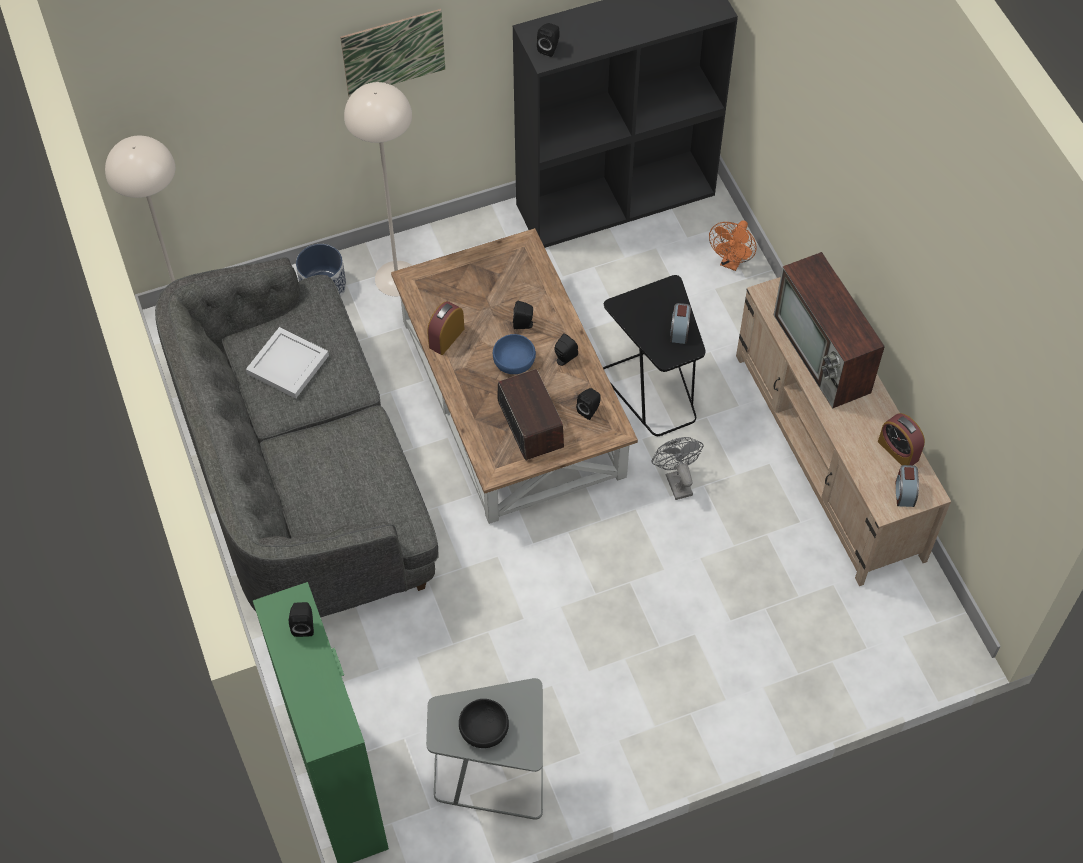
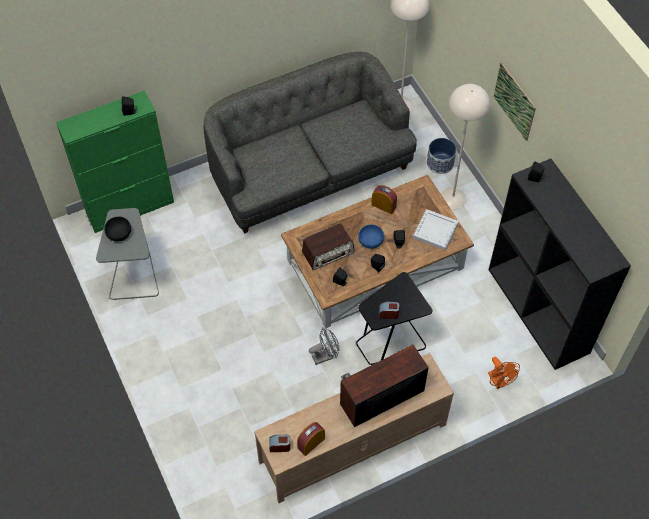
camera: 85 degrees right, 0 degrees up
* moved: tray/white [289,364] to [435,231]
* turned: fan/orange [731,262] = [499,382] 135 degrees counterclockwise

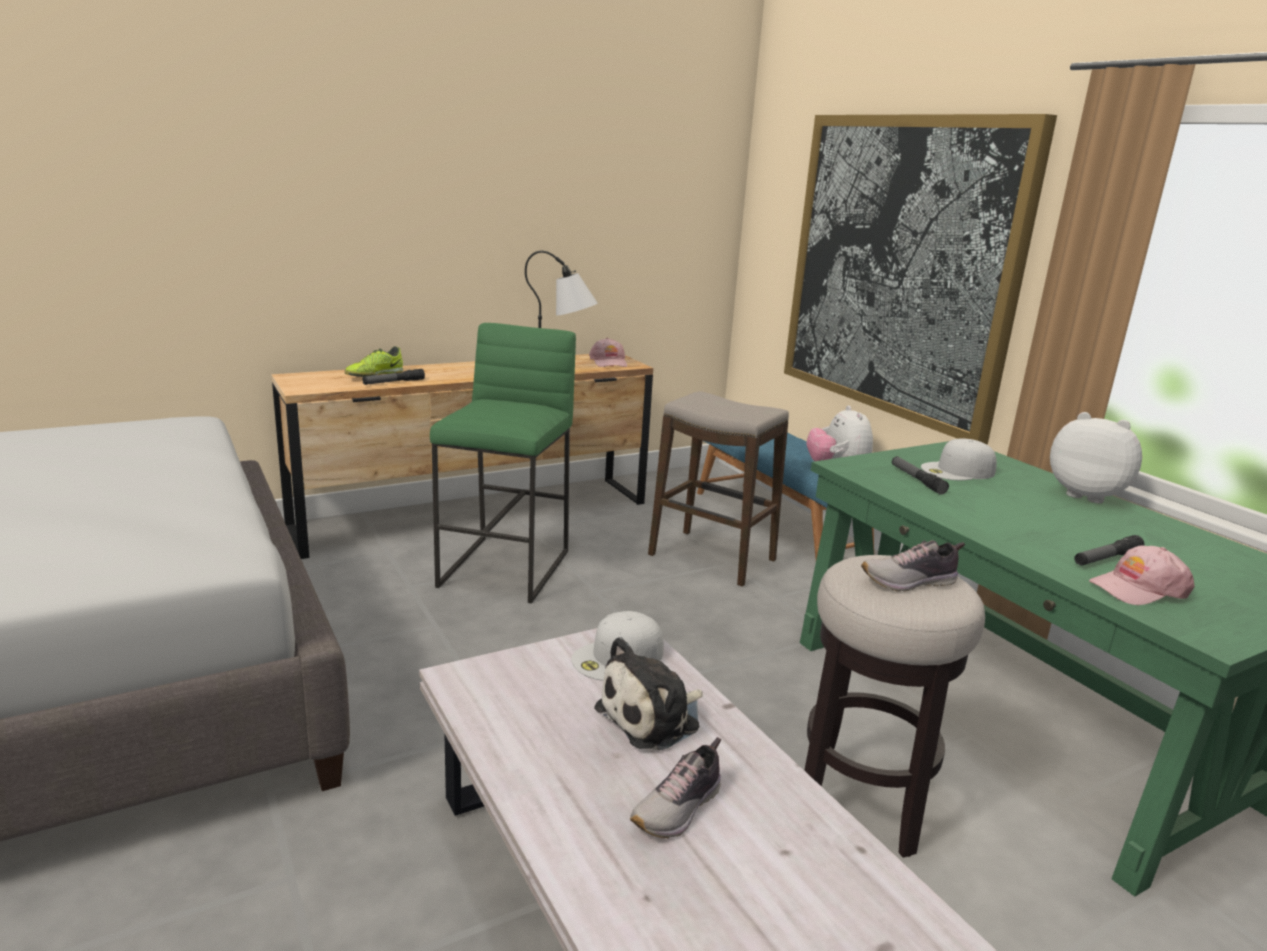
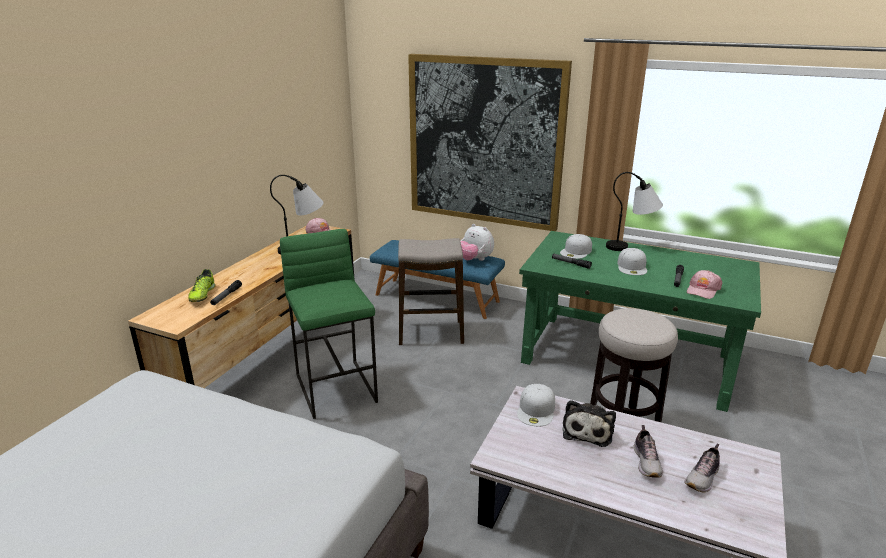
camera: 35 degrees left, 5 degrees up
* added: cap/white [632,267]
* moved: shoe [910,582] to [703,478]
* replaced: plush toy [1086,495] to table lamp [631,247]

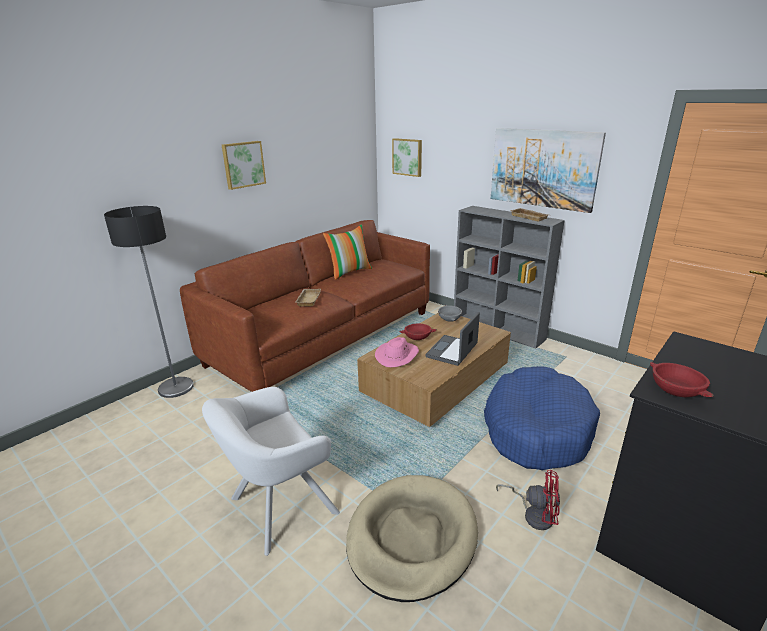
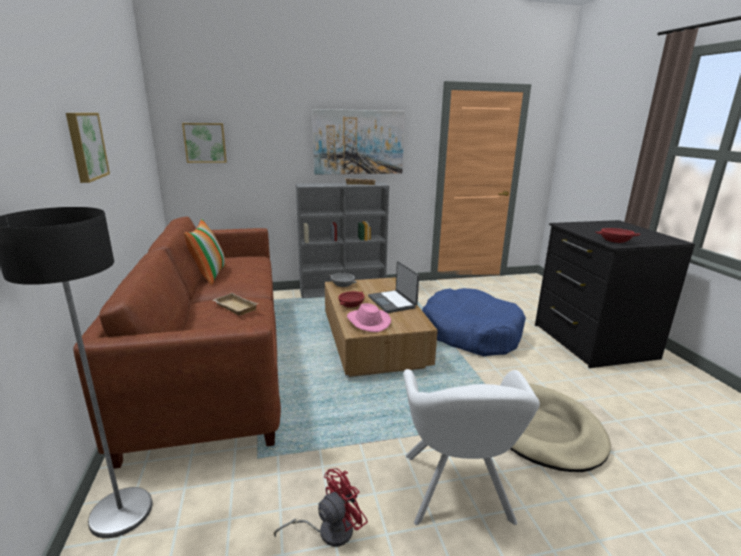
camera: 55 degrees left, 5 degrees down
* moved: fan/red [534,514] to [328,531]

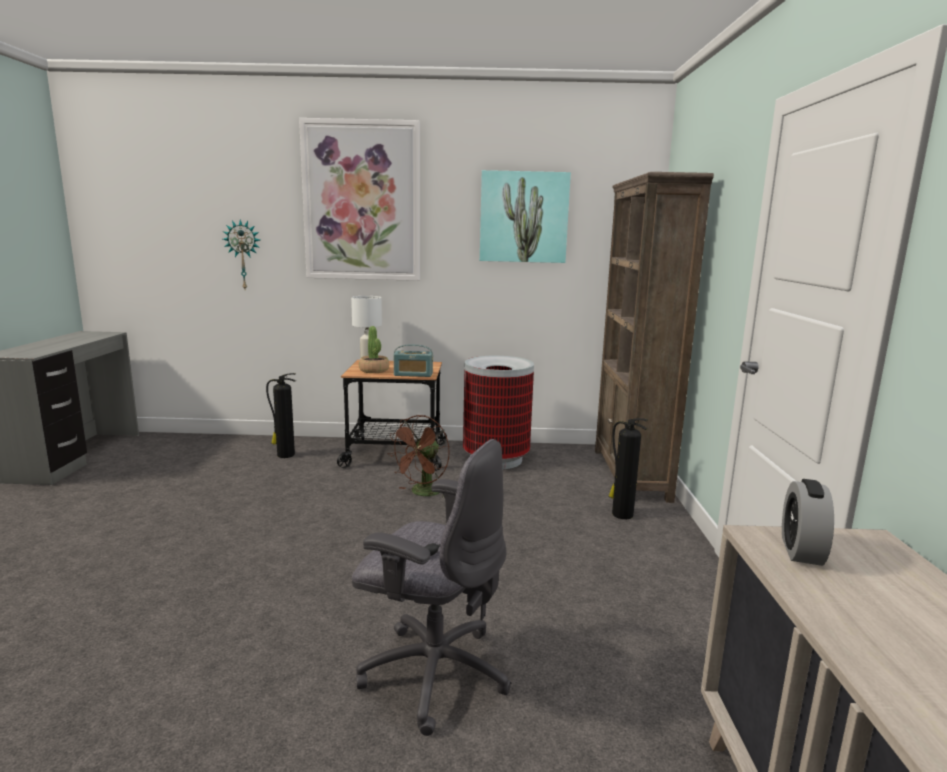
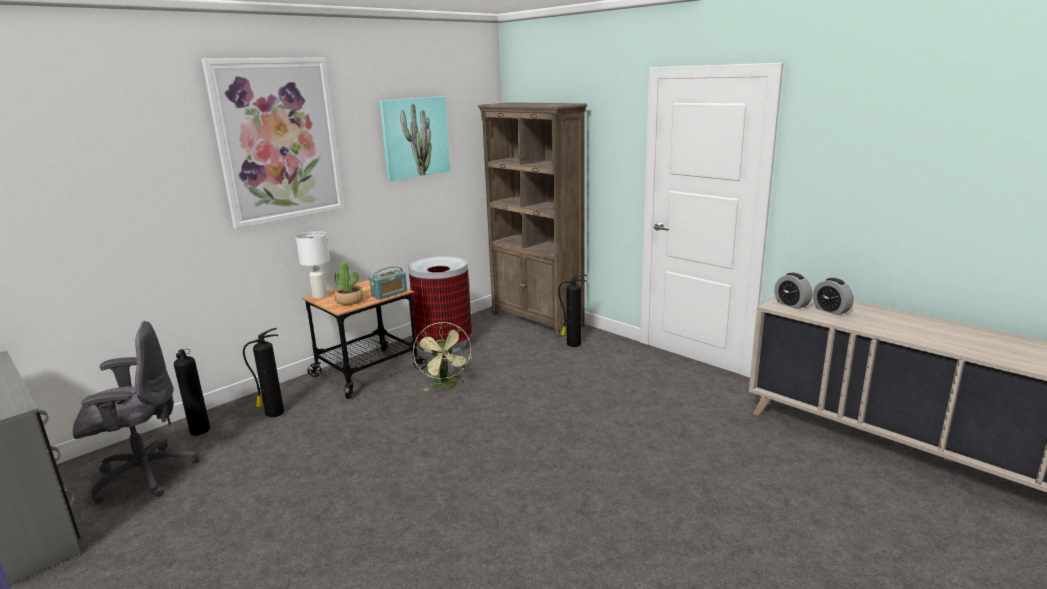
camera: 45 degrees left, 5 degrees up
* removed: wall clock [243,255]
* added: fire extinguisher [200,430]
* added: alarm clock [831,310]
* moved: office chair/grey [433,672] to [144,475]
* recoloured: fan/brown [423,493] to fan/green [446,386]

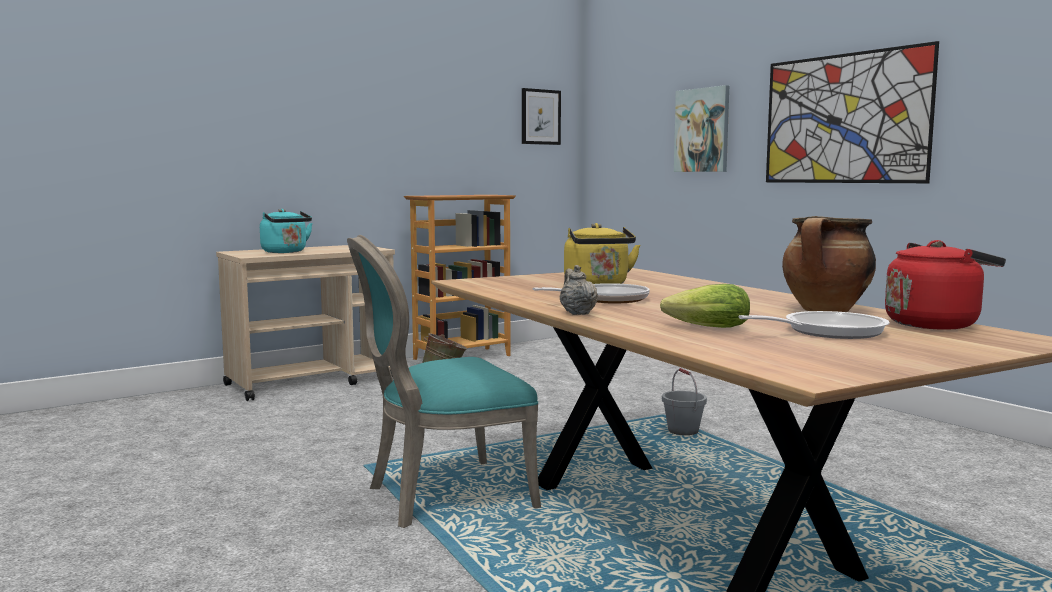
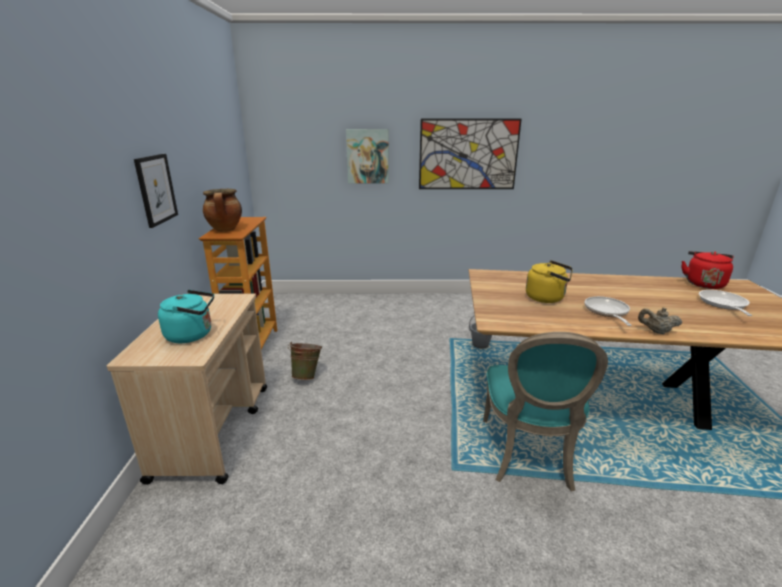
camera: 55 degrees left, 15 degrees up
* removed: lettuce [703,327]
* moved: picture [540,117] to [156,189]
* moved: cooking pot [826,311] to [226,230]

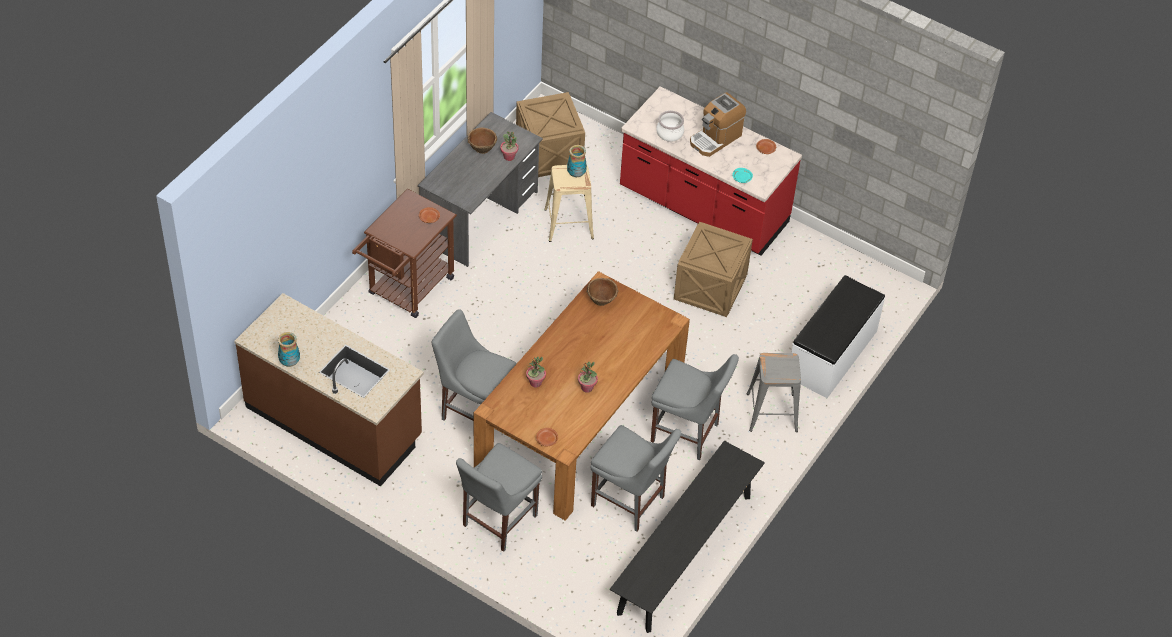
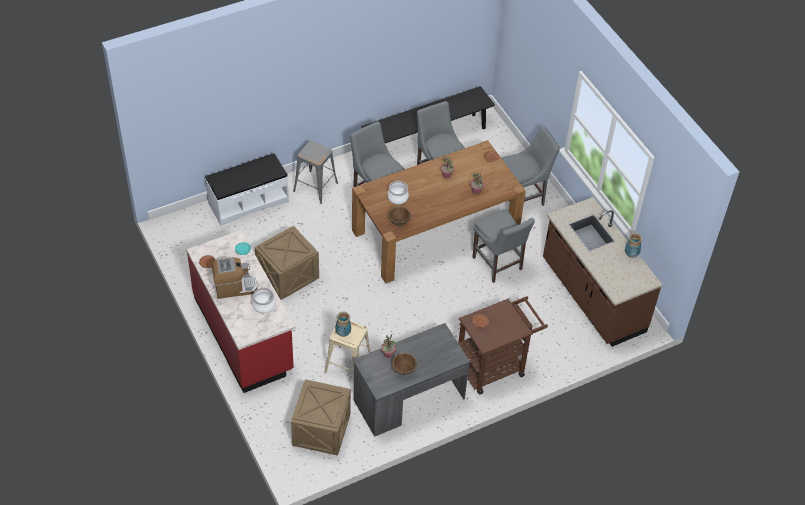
camera: 150 degrees left, 0 degrees up
* added: cooking pot [398,198]

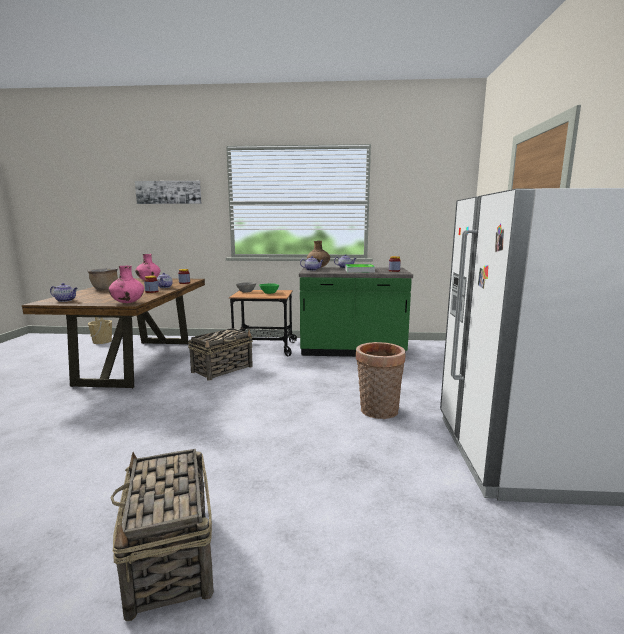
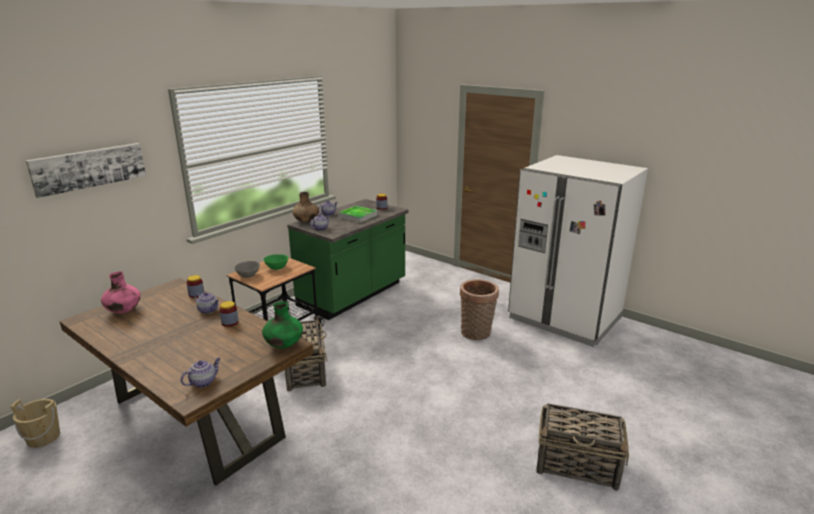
camera: 55 degrees left, 10 degrees up
* removed: cooking pot/brown [105,289]
* recoloured: vase/pink [127,302] to vase/green [284,345]

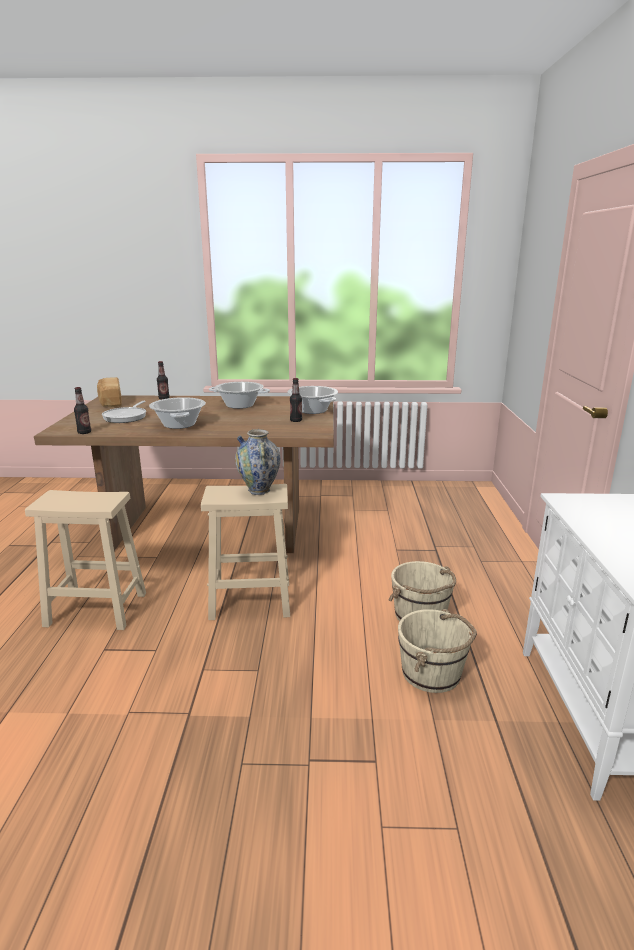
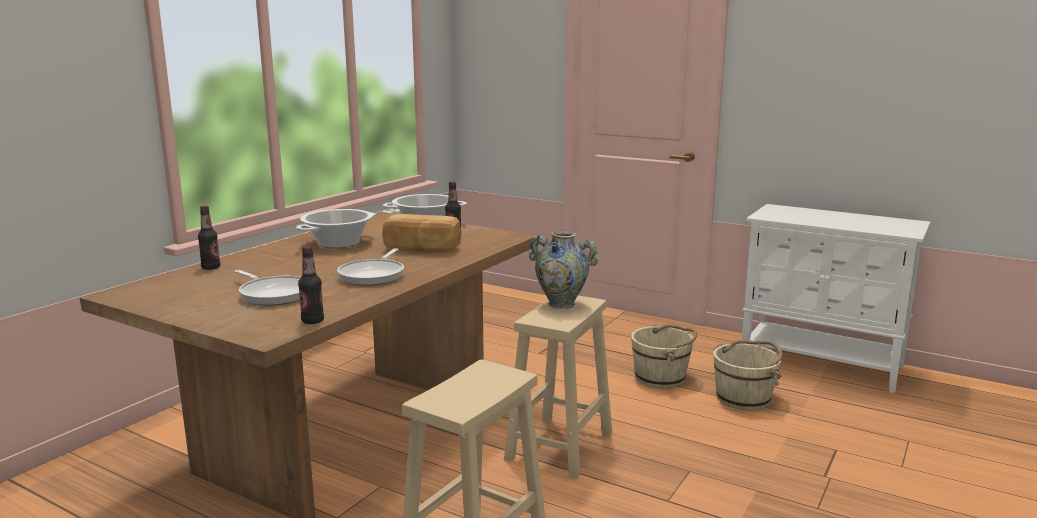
camera: 60 degrees left, 5 degrees down
* moved: bread [110,402] to [422,249]
* replaced: cooking pot [179,424] to frying pan [373,275]

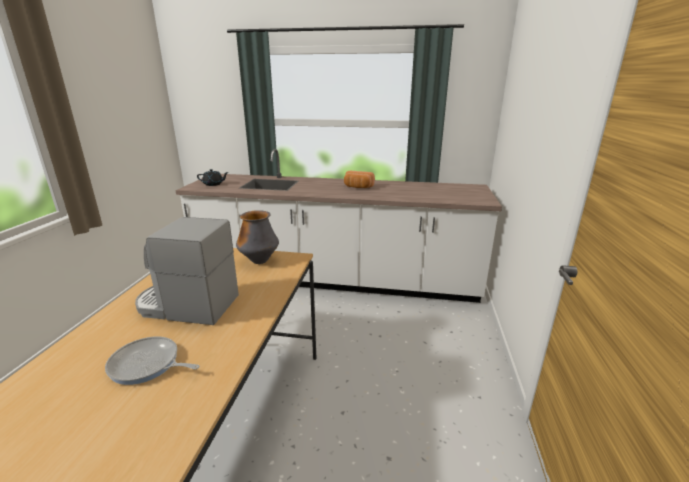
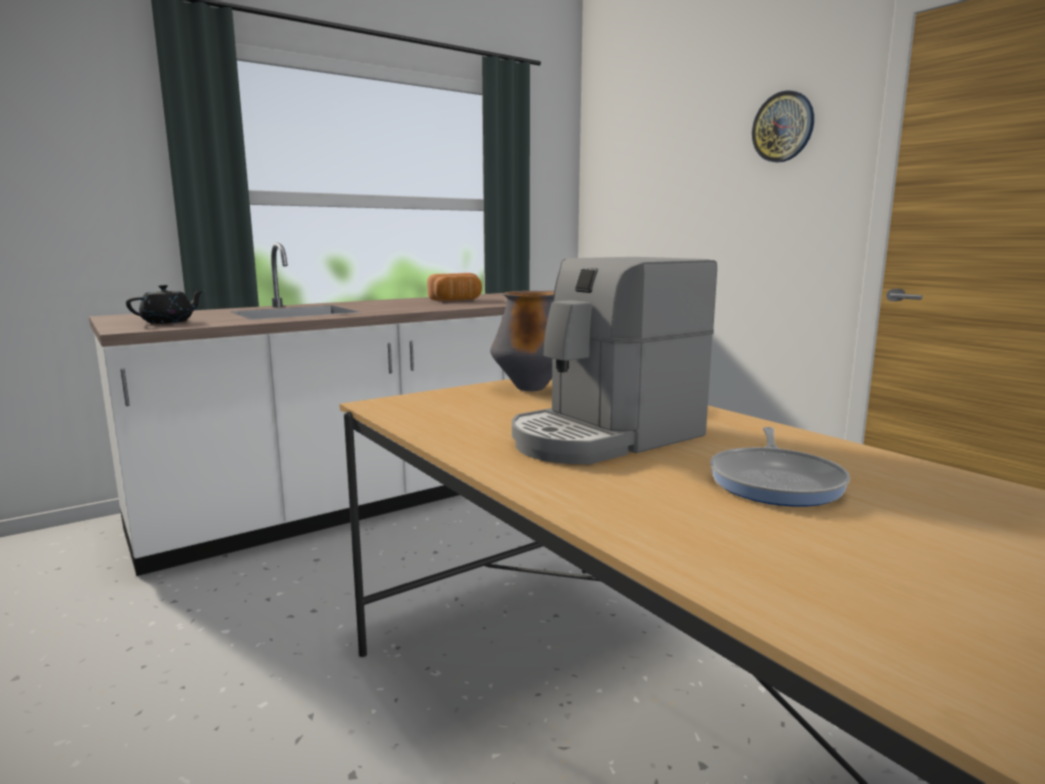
camera: 45 degrees left, 10 degrees down
* added: wall clock [783,127]
* turned: frying pan [147,365] = [776,481] 45 degrees counterclockwise

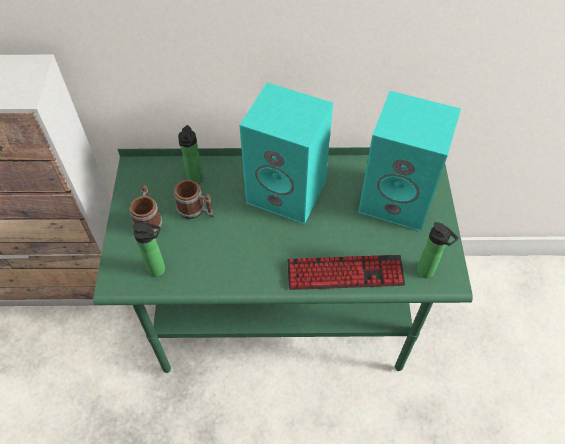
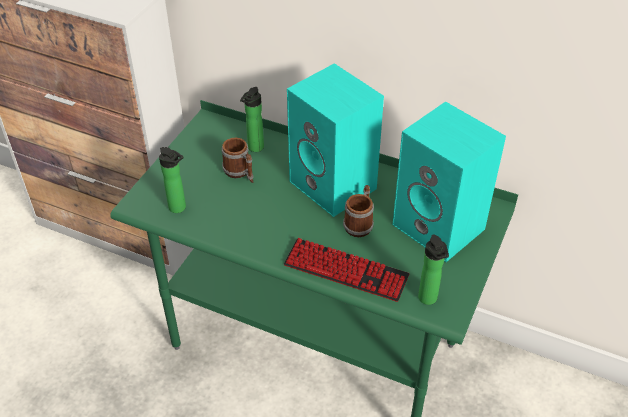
camera: 25 degrees right, 10 degrees down
* moved: mug [149,220] to [360,223]

